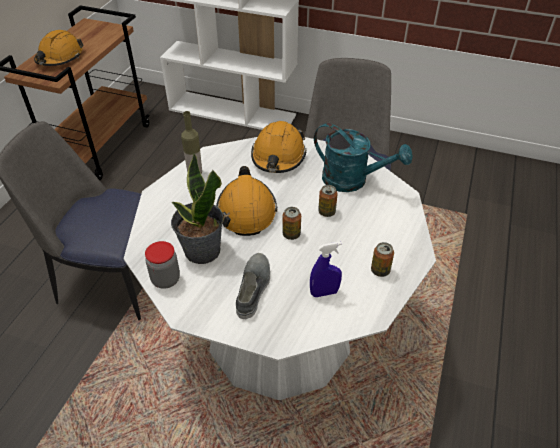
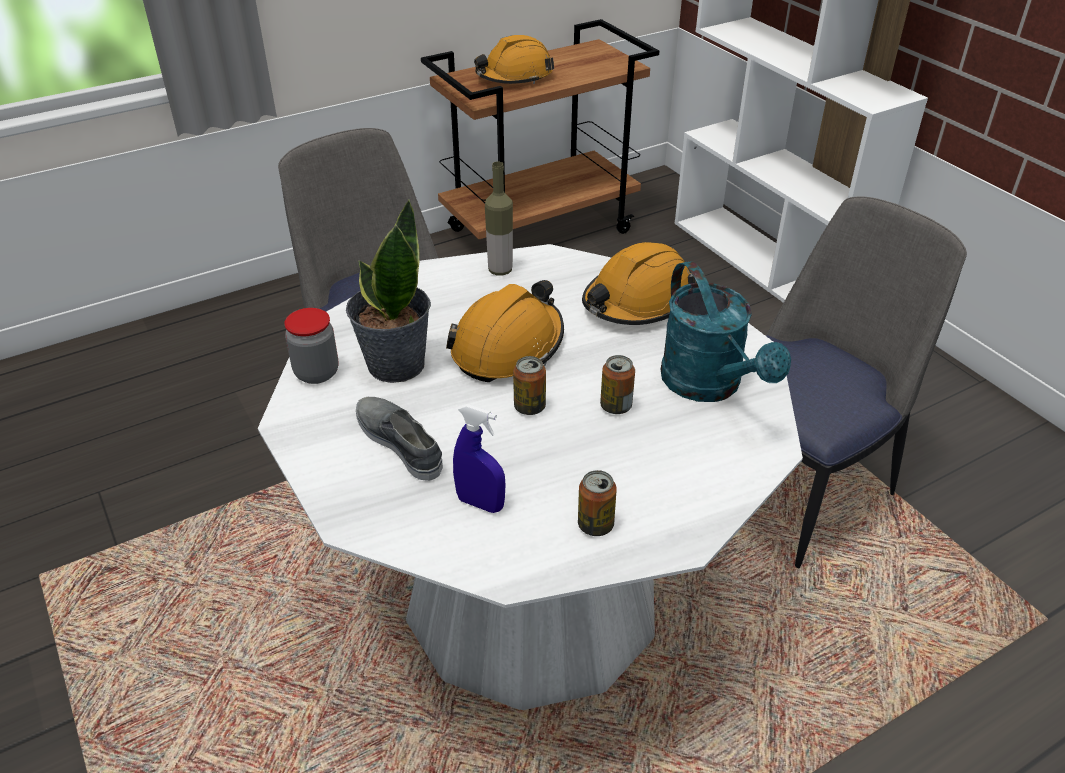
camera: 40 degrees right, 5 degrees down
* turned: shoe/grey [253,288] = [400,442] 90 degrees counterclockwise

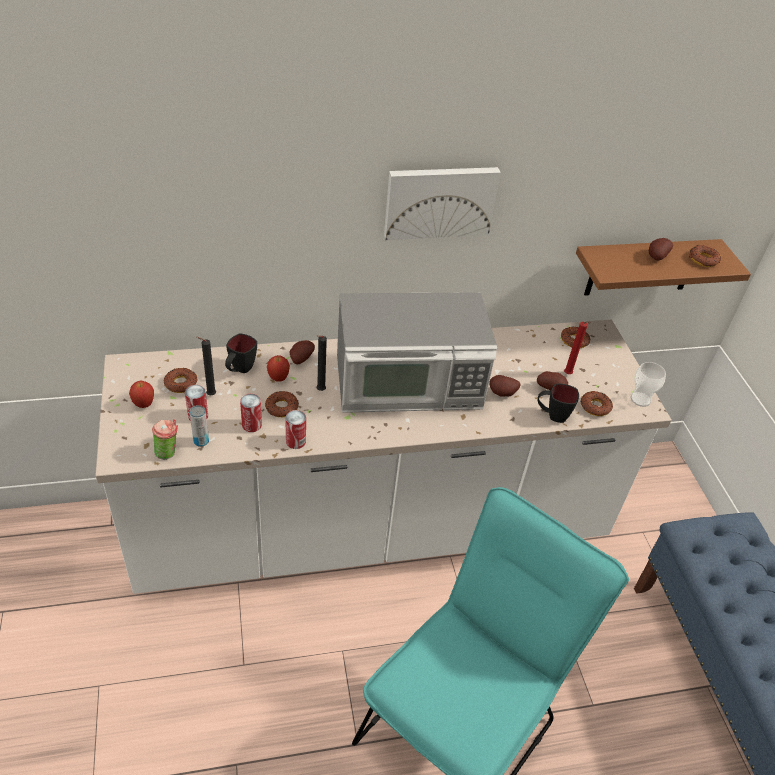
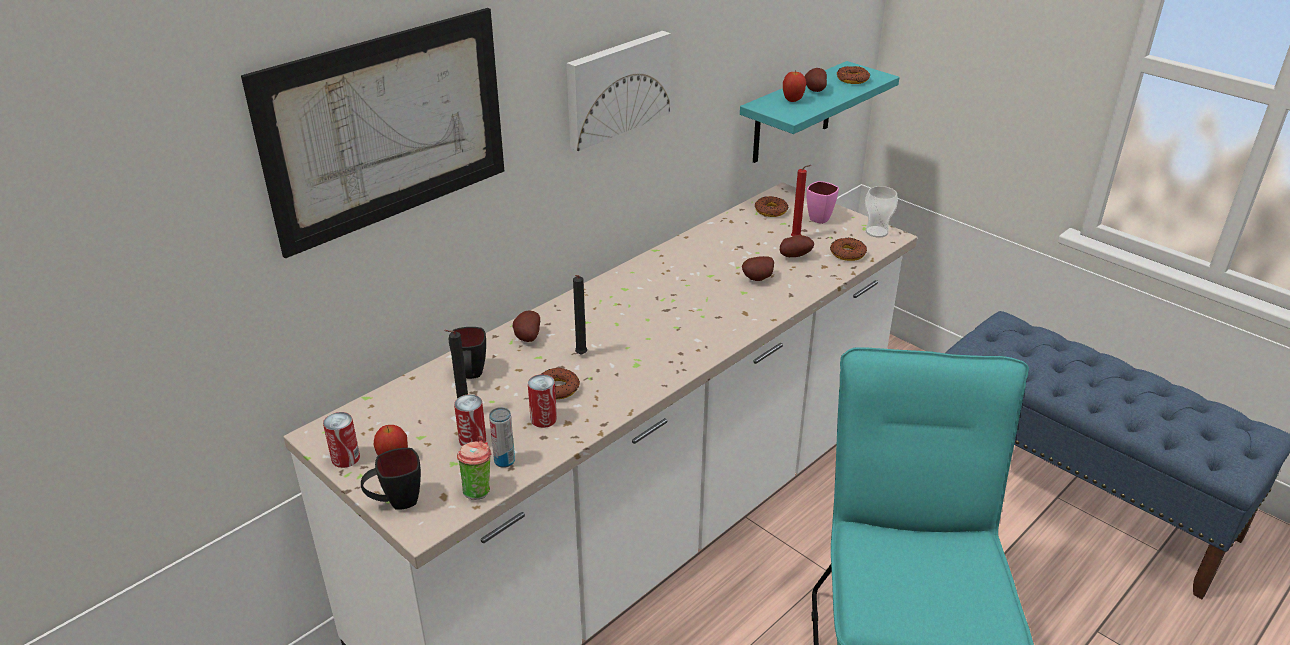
camera: 30 degrees left, 10 degrees down
* removed: donut [181,383]
* removed: microwave [409,383]
* added: picture [387,128]
* added: mug/pink [822,217]
* moved: apple [278,378] to [792,100]
* moved: can [295,441] to [345,458]
* moved: mug/black [552,415] to [395,502]
* recoloured: shelf/brown [641,267] to shelf/turquoise [793,113]

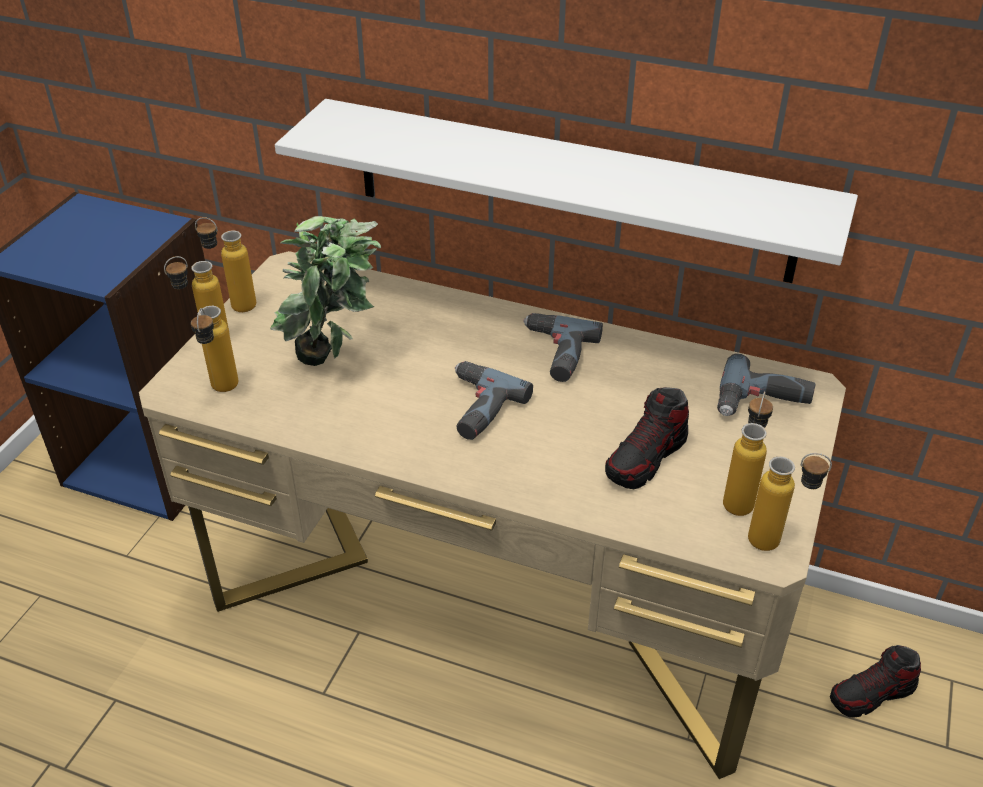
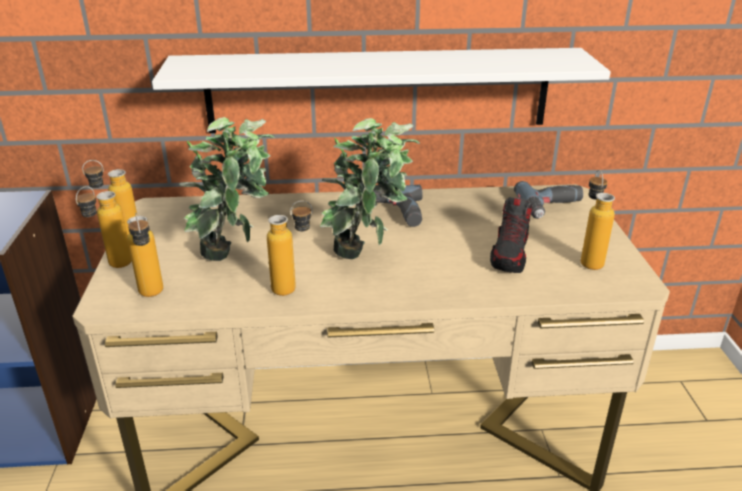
camera: 25 degrees left, 10 degrees down
* removed: shoe [871,694]
* moved: bottle [777,543] to [294,289]
* replaced: power drill [475,407] to potted plant [367,256]

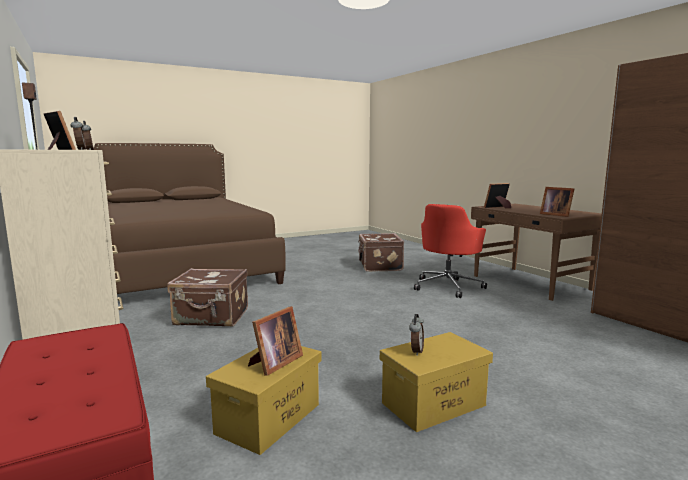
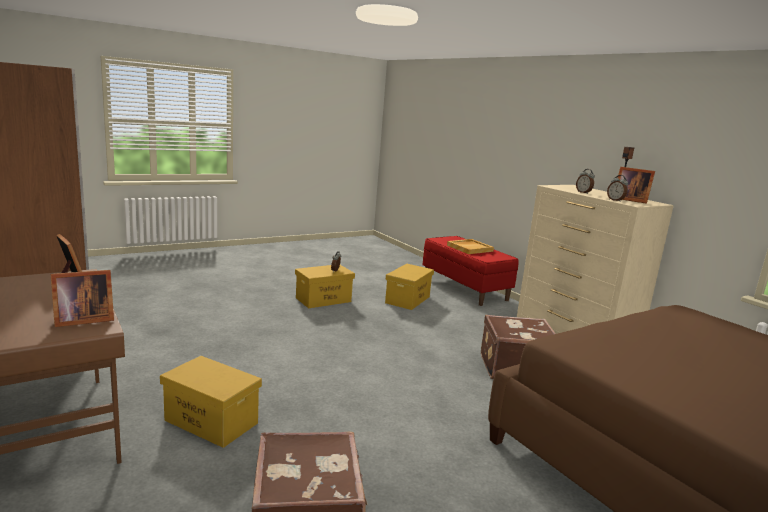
camera: 175 degrees right, 5 degrees up
* removed: picture frame [274,363]
* added: tray/beige [470,248]
* replaced: office chair/red [448,286] to storage box/yellow [212,421]

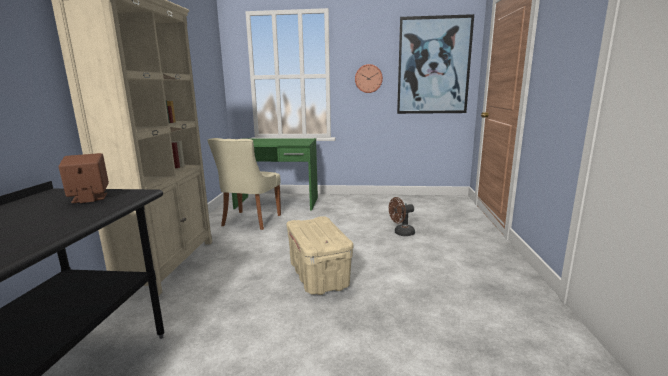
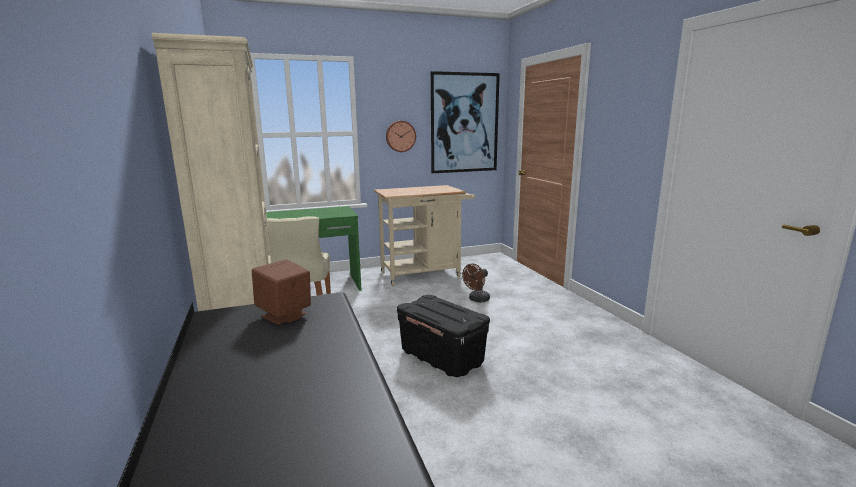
camera: 25 degrees left, 0 degrees up
* added: cart/beige [425,274]
* recoloured: storage box/beige [318,275] to storage box/black [441,358]

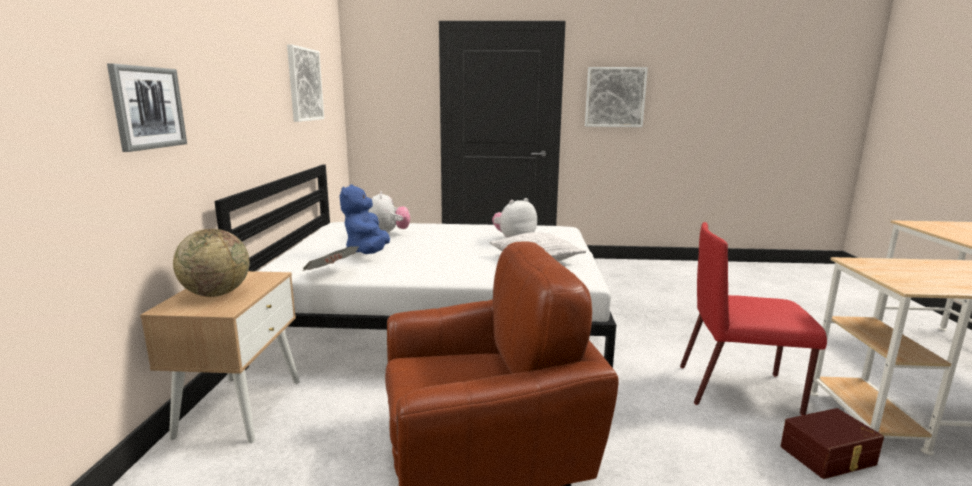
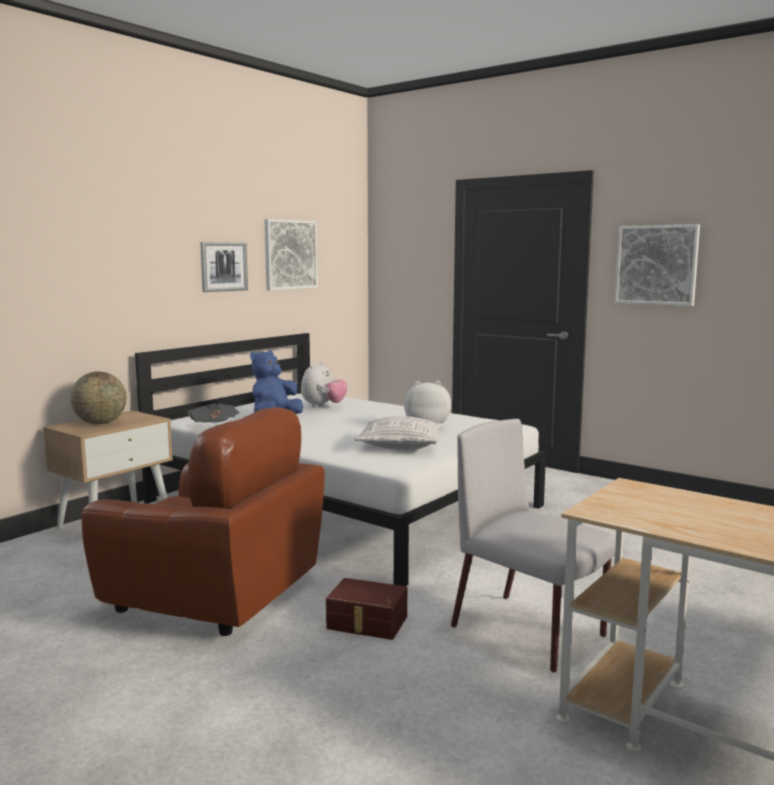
camera: 35 degrees right, 5 degrees down
* moved: picture [148,107] to [223,266]
* moved: storage box/brown [829,456] to [366,623]
* recoloured: chair/red [740,389] to chair/grey [530,632]

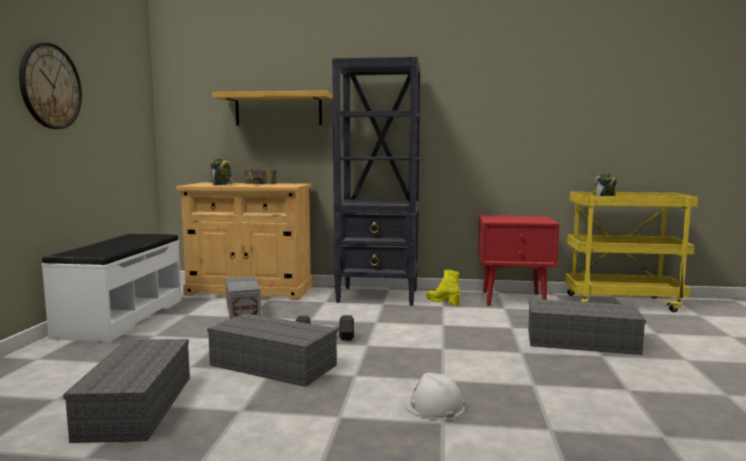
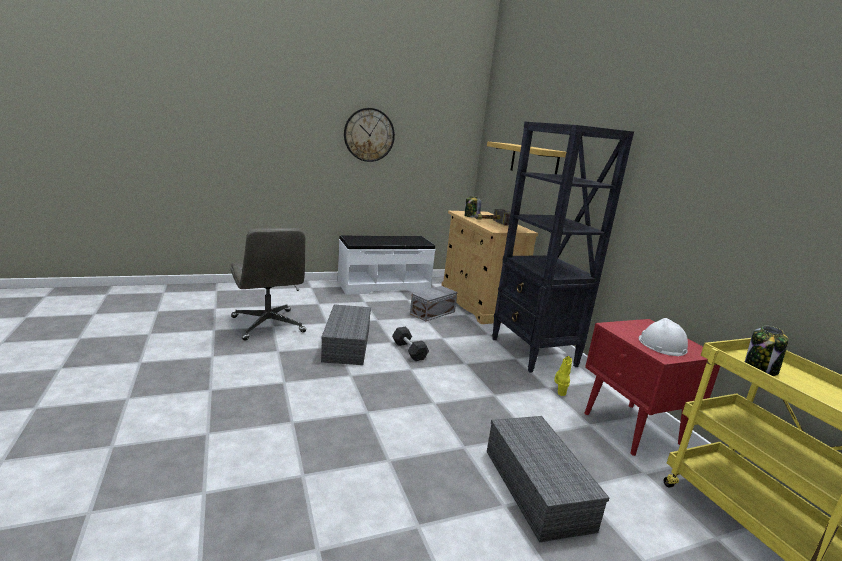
camera: 60 degrees right, 10 degrees up
* moved: hard hat/white [434,407] to [662,345]
* replaced: storage box/grey [137,407] to office chair/grey [268,325]

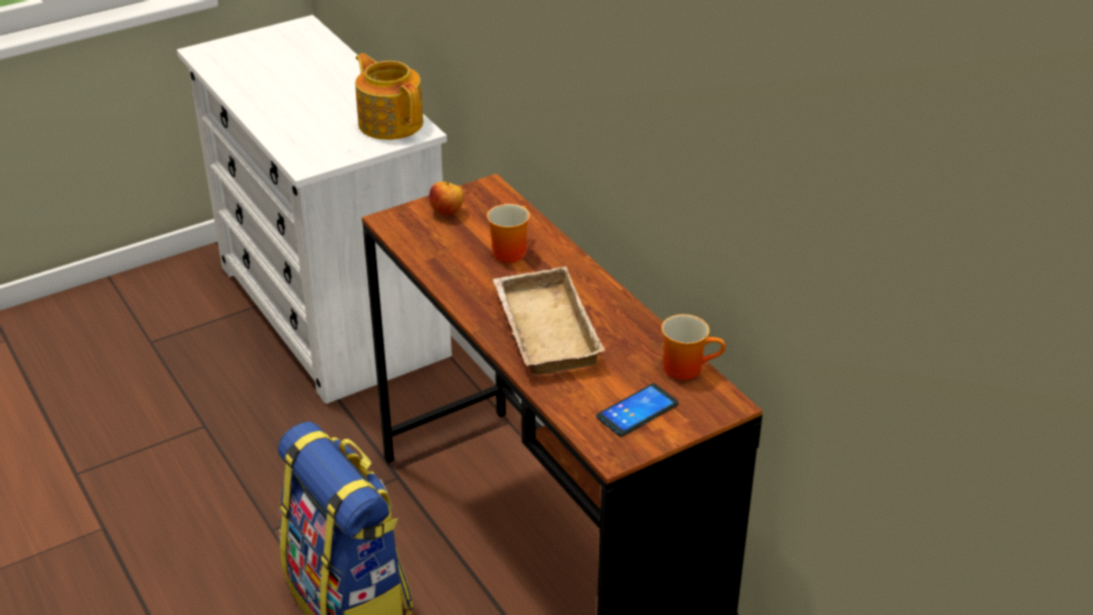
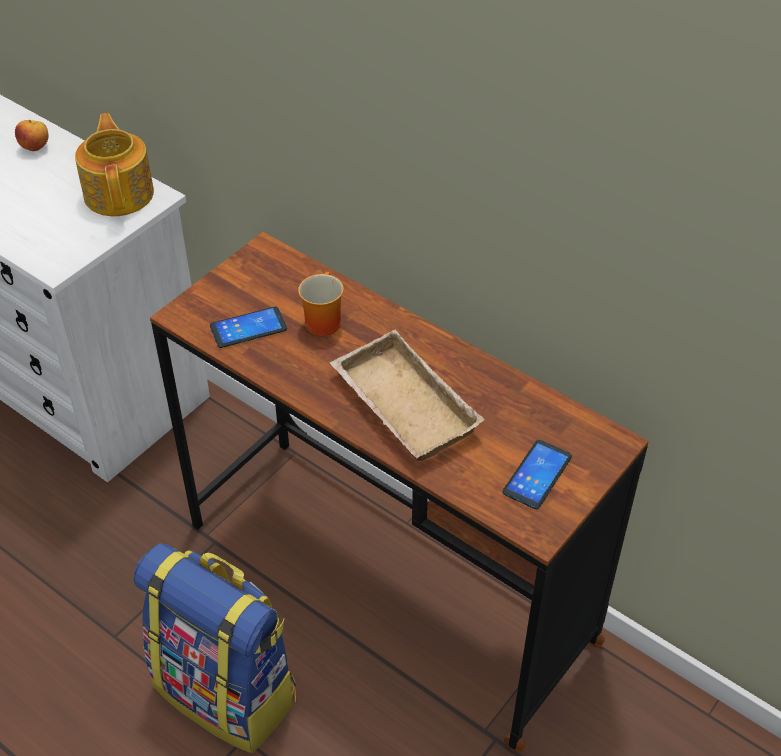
camera: 20 degrees left, 10 degrees up
* removed: mug [687,367]
* added: phone [248,328]
* moved: apple [447,212] to [36,147]
* turned: teapot [390,122] = [120,193] 45 degrees clockwise

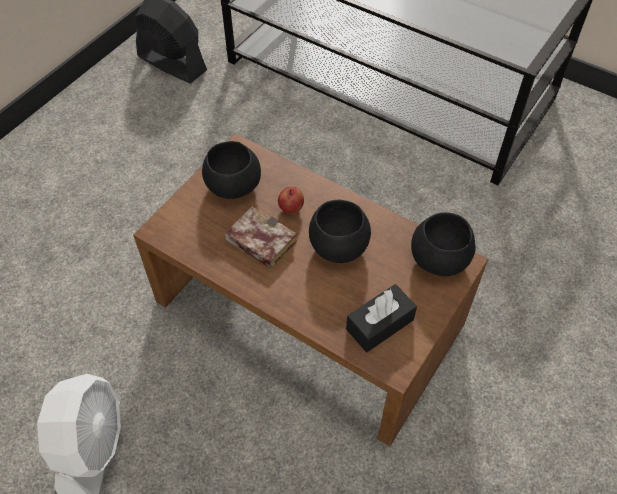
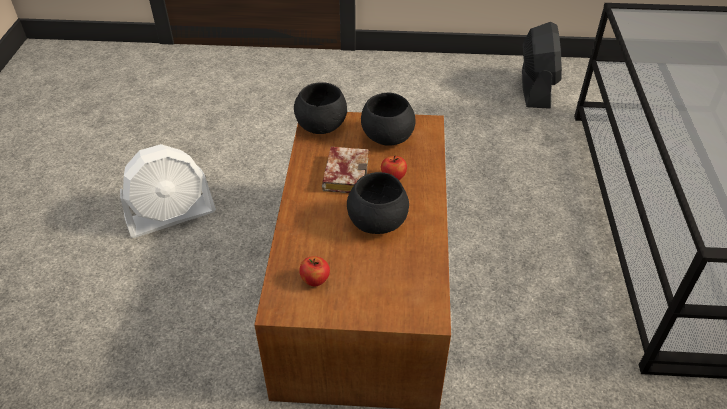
camera: 60 degrees right, 10 degrees down
* moved: bowl/black [439,260] to [321,126]
* replaced: tissue box/black [380,324] to apple [315,280]

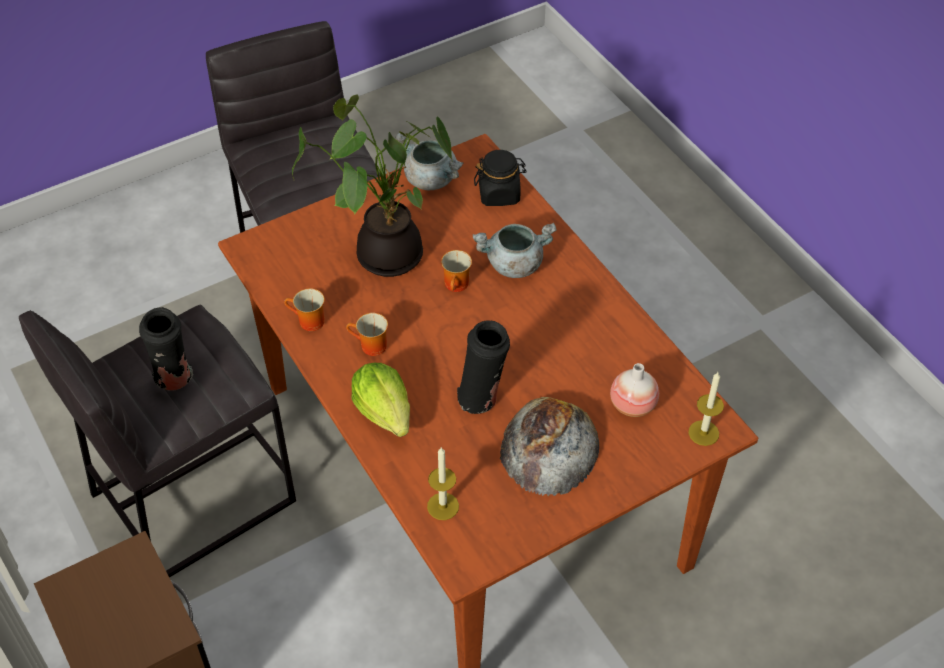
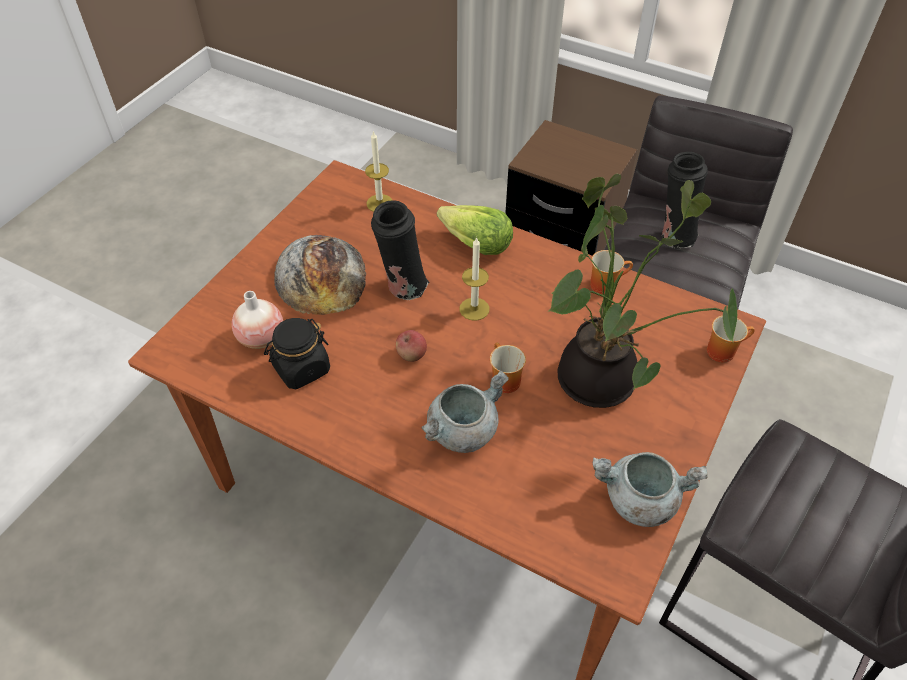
camera: 150 degrees right, 0 degrees up
* added: apple [411,355]
* moved: mug [370,347] to [722,349]
* moved: jar/black [499,194] to [301,368]
* moved: candle [703,433] to [474,309]

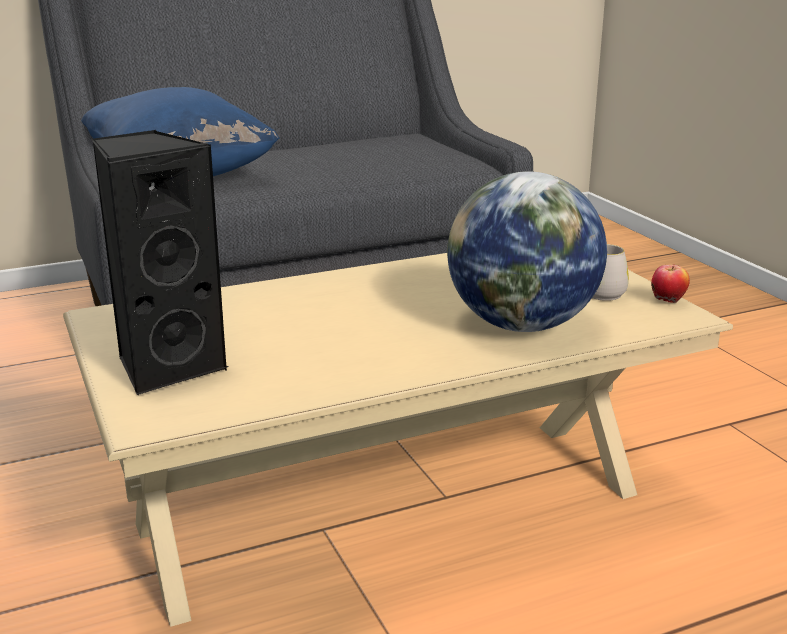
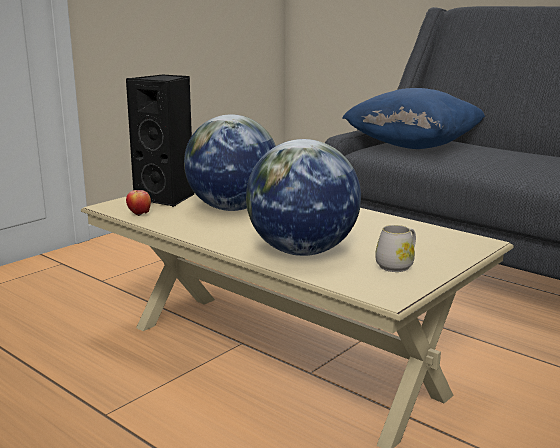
camera: 65 degrees right, 5 degrees down
* added: globe [232,208]
* moved: apple [667,302] to [139,214]

